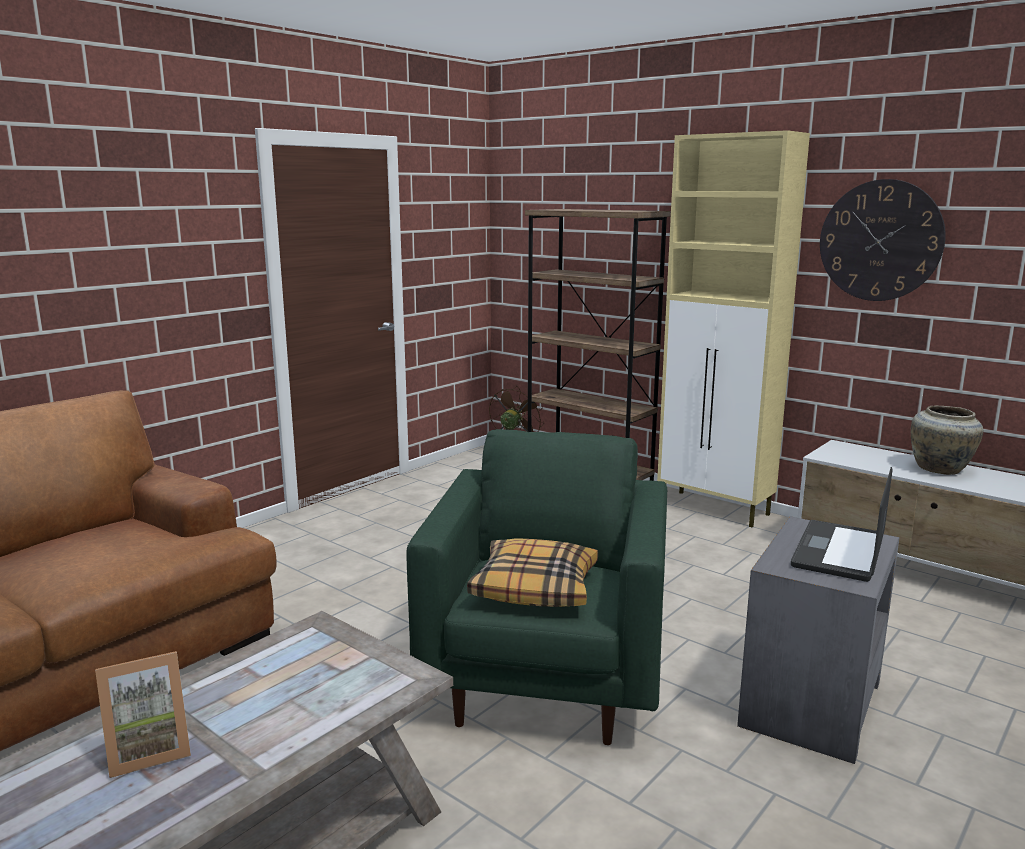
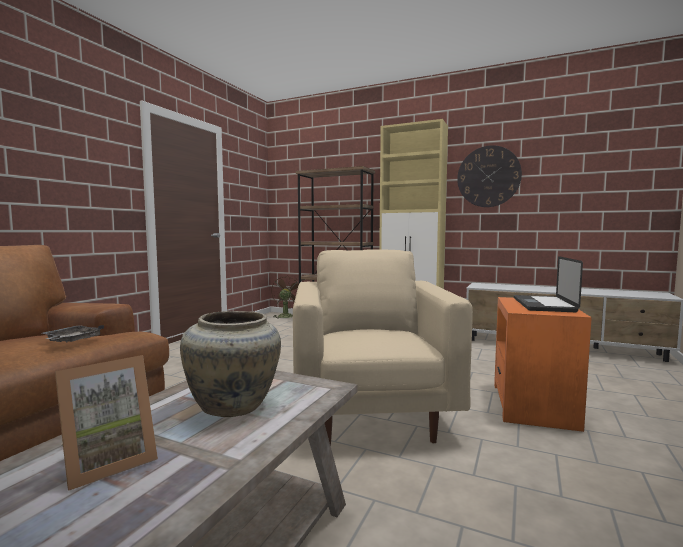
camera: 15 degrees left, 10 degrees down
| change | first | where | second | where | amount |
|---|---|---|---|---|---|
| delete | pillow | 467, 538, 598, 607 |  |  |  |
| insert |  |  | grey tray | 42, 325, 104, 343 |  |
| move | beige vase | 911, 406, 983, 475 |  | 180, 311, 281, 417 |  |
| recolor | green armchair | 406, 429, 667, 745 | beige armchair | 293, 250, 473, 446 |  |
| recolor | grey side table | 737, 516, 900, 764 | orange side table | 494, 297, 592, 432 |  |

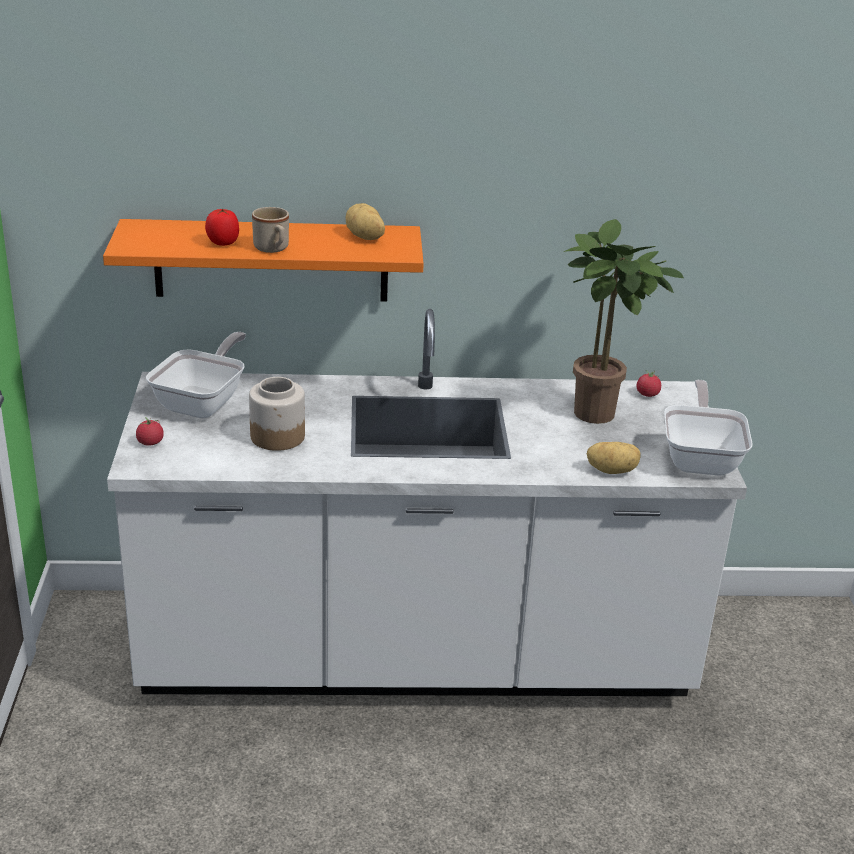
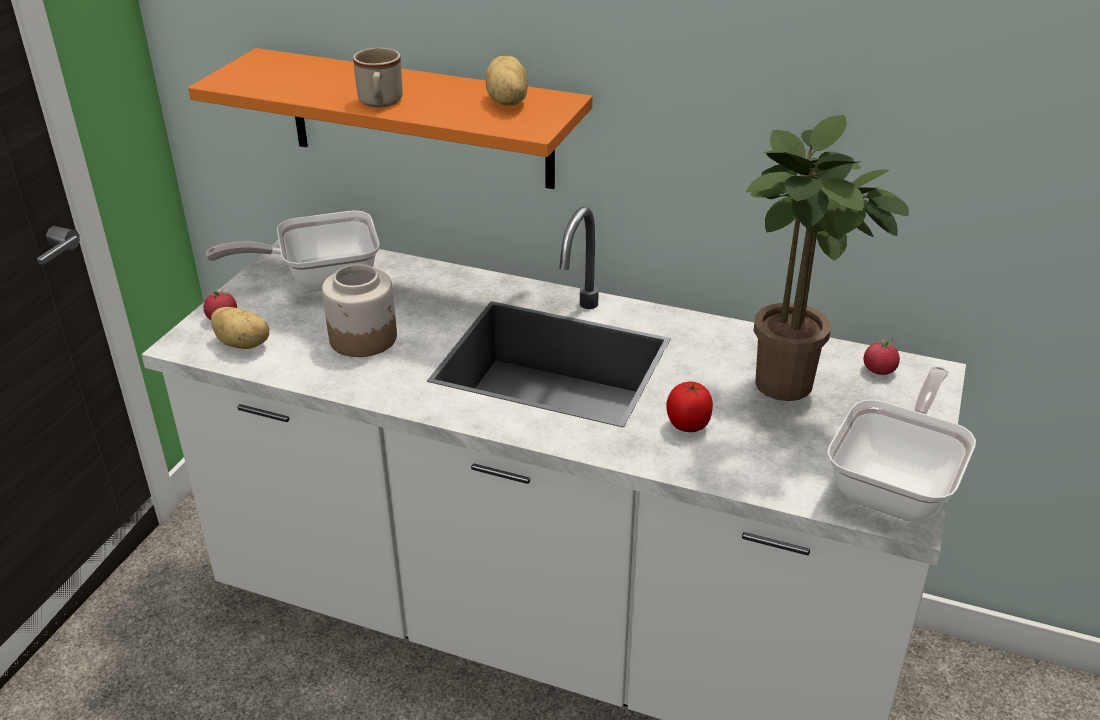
camera: 25 degrees right, 5 degrees up
| change | first | where | second | where | amount |
|---|---|---|---|---|---|
| move | tomato | 205, 209, 239, 246 |  | 666, 381, 713, 432 |  |
| move | potato | 587, 442, 640, 474 |  | 211, 307, 269, 349 |  |
| rotate | frying pan | 146, 332, 246, 418 |  | 206, 210, 380, 292 | 150 degrees counterclockwise |

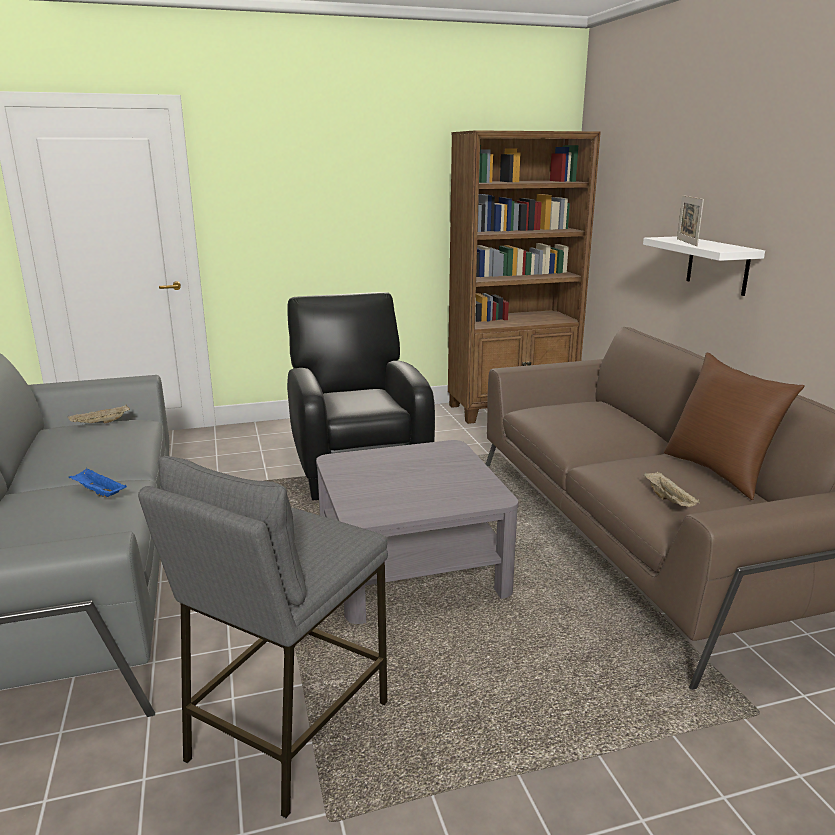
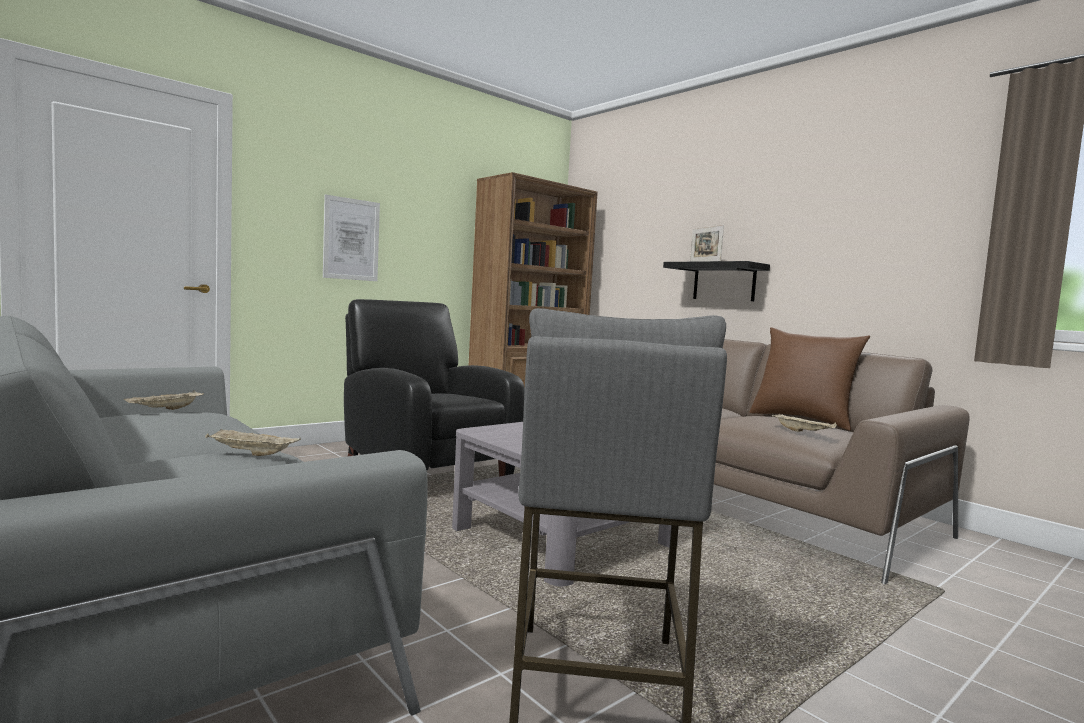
camera: 25 degrees left, 15 degrees down
| change | first | where | second | where | amount |
|---|---|---|---|---|---|
| insert |  |  | picture | 323, 194, 380, 281 |  |
| recolor | blue tray | 69, 468, 127, 497 | beige tray | 205, 428, 301, 456 |  |
| recolor | white shelf | 643, 236, 765, 296 | black shelf | 663, 261, 770, 301 |  |

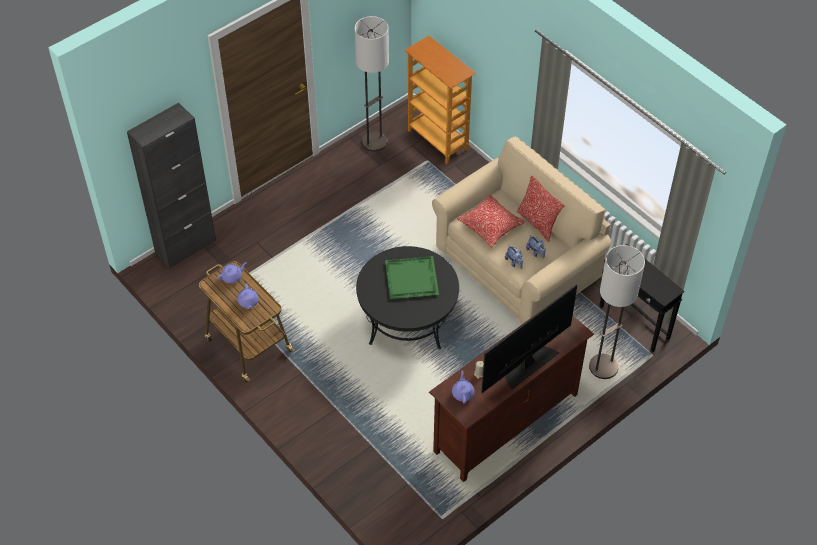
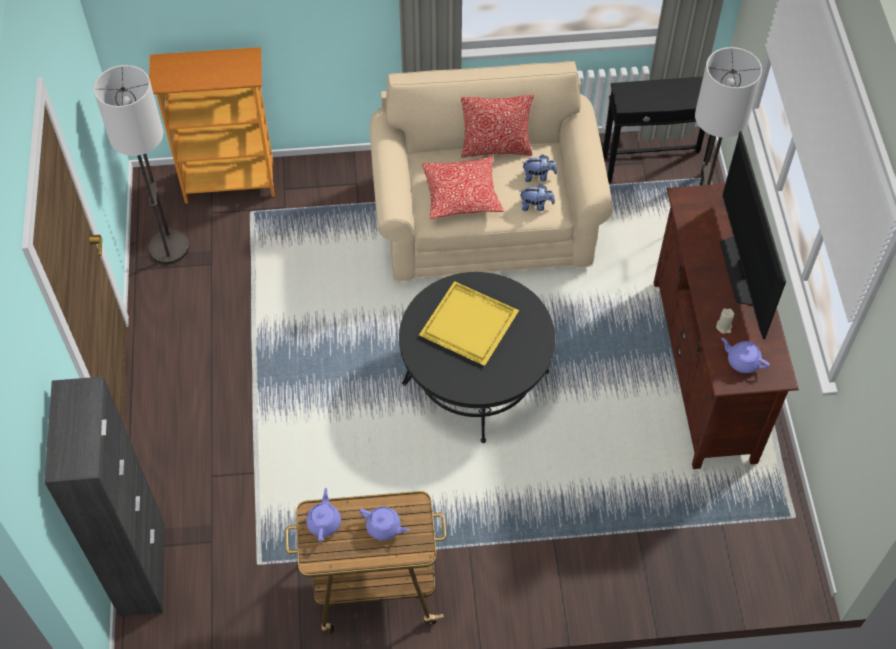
camera: 55 degrees left, 5 degrees up
| change | first | where | second | where | amount |
|---|---|---|---|---|---|
| recolor | green tray | 385, 256, 439, 299 | yellow tray | 419, 281, 519, 366 |  |

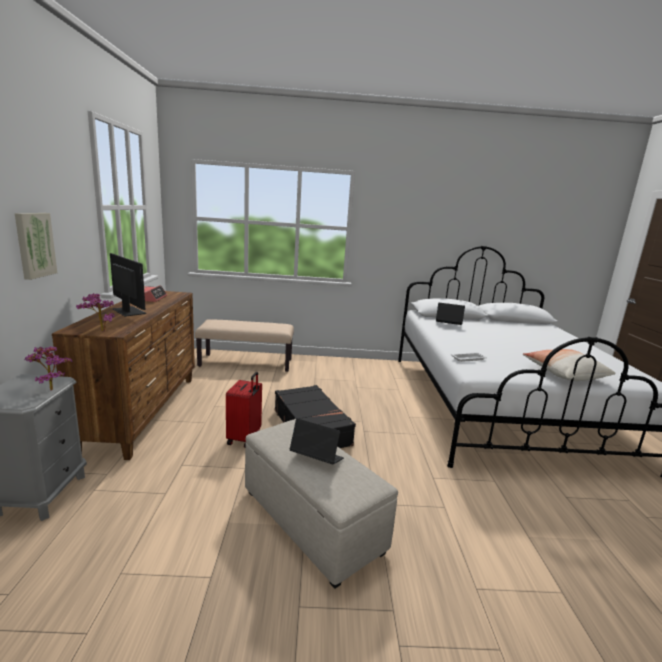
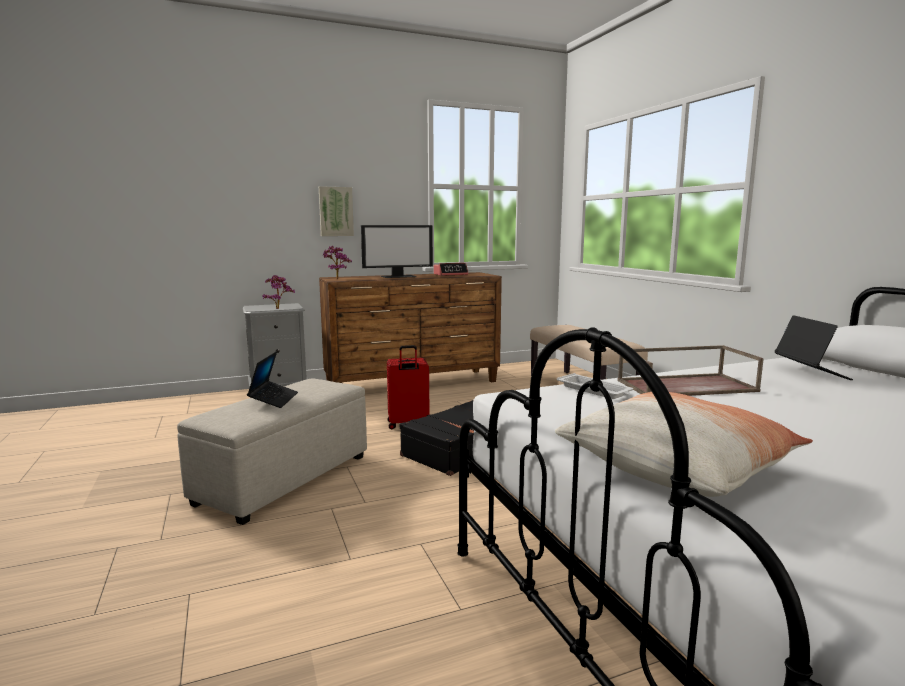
camera: 70 degrees right, 5 degrees down
| change | first | where | second | where | amount |
|---|---|---|---|---|---|
| insert |  |  | brown tray | 617, 345, 764, 396 |  |
| rotate | monitor | 110, 253, 146, 317 |  | 361, 225, 433, 278 | 45 degrees clockwise |

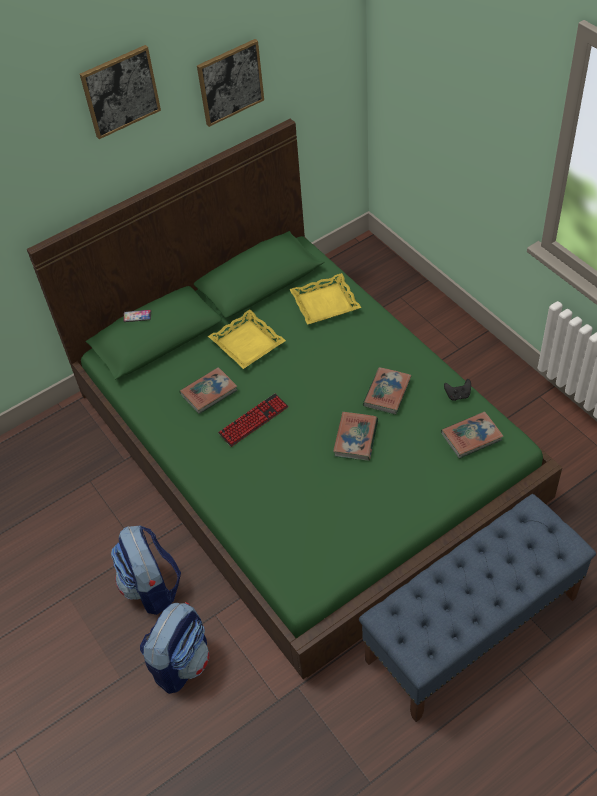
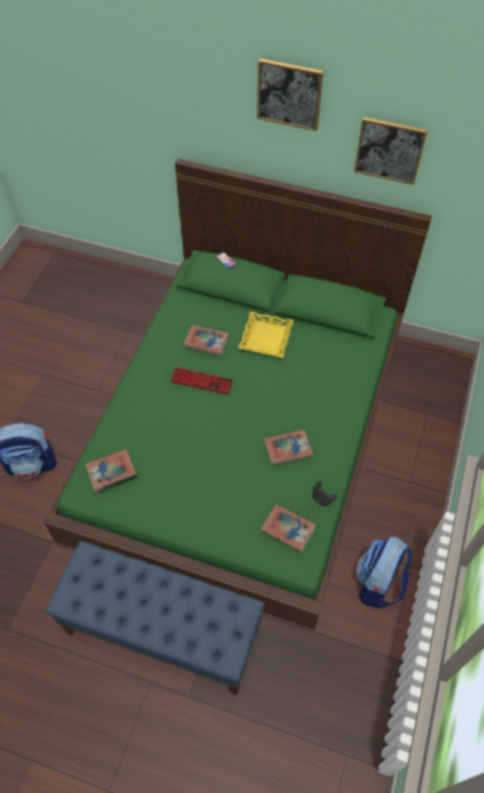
camera: 50 degrees right, 5 degrees up
| change | first | where | second | where | amount |
|---|---|---|---|---|---|
| delete | yellow tray | 289, 273, 361, 325 |  |  |  |
| move | backpack | 111, 526, 181, 615 |  | 356, 536, 412, 608 |  |
| move | book | 333, 412, 378, 461 |  | 85, 449, 137, 493 |  |

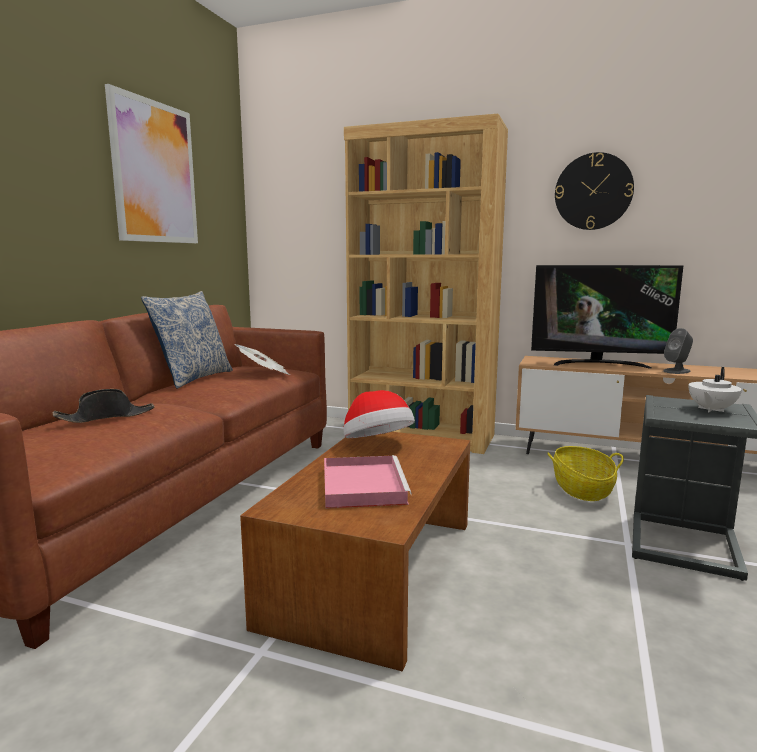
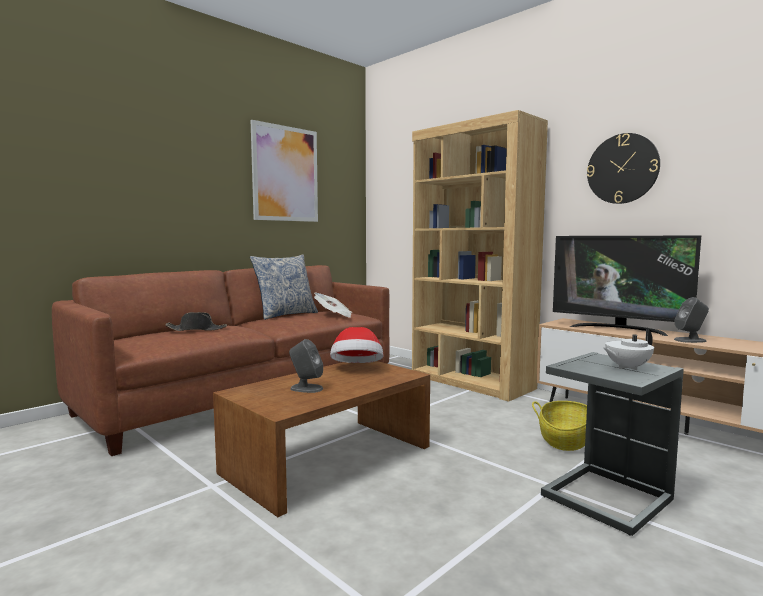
camera: 25 degrees right, 5 degrees down
| change | first | where | second | where | amount |
|---|---|---|---|---|---|
| replace | pink tray | 324, 455, 412, 509 | grey speaker | 289, 339, 323, 393 |  |

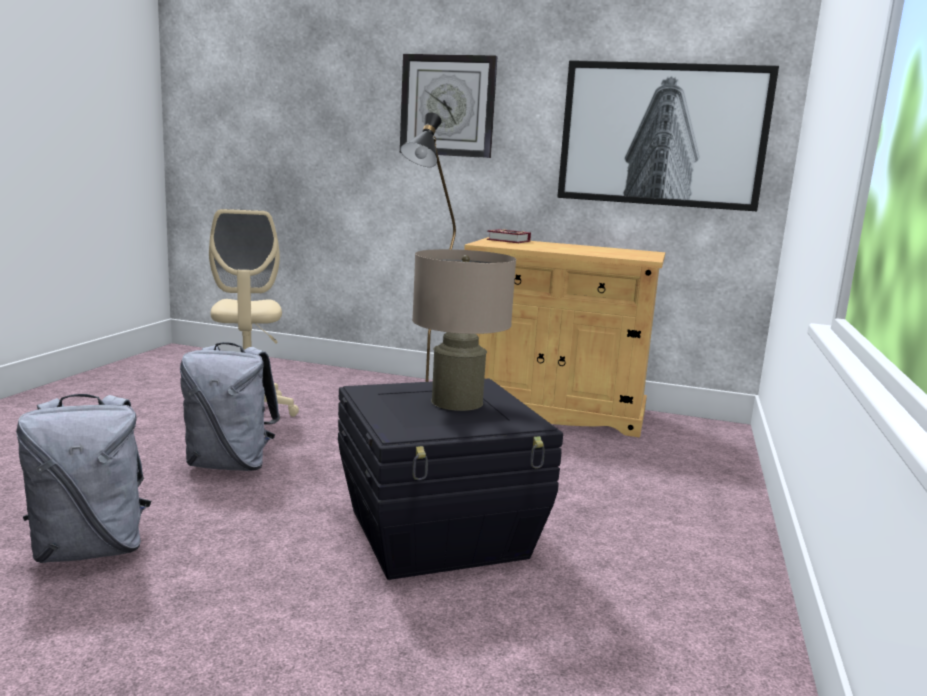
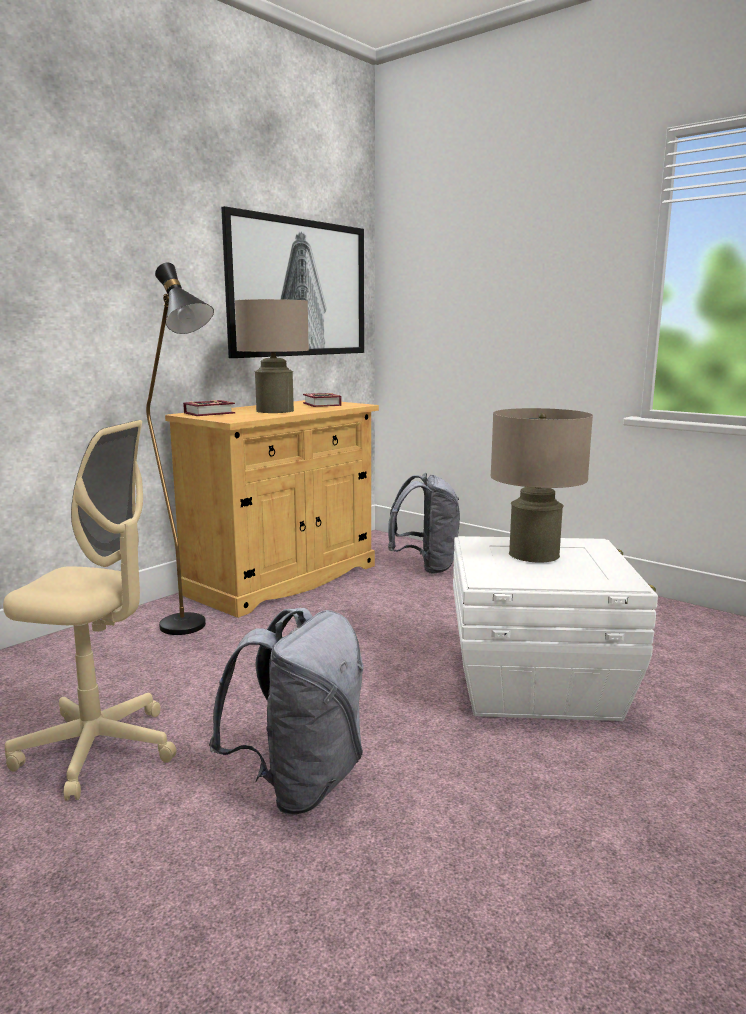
camera: 65 degrees left, 0 degrees up
| change | first | where | second | where | amount |
|---|---|---|---|---|---|
| delete | wall clock | 400, 54, 497, 158 |  |  |  |
| insert |  |  | beige table lamp | 235, 299, 309, 413 |  |
| insert |  |  | book | 303, 393, 341, 407 |  |
| move | grey backpack | 16, 394, 151, 563 |  | 388, 473, 460, 574 |  |
| recolor | black storage box | 338, 379, 563, 580 | white storage box | 453, 536, 658, 721 |  |

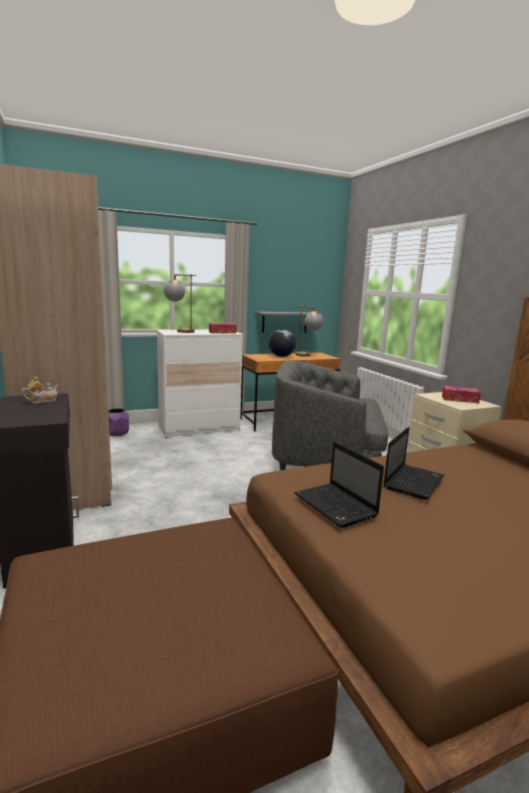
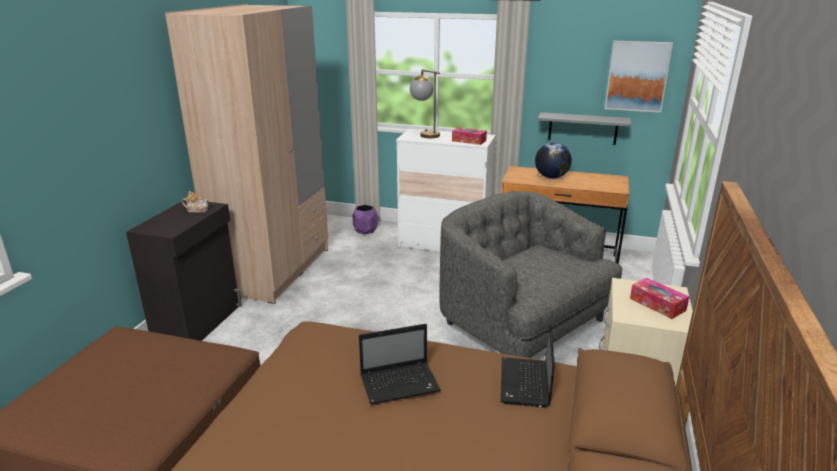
camera: 40 degrees right, 10 degrees up
| change | first | where | second | where | amount |
|---|---|---|---|---|---|
| delete | table lamp | 296, 305, 323, 357 |  |  |  |
| insert |  |  | picture | 605, 41, 673, 113 |  |
| move | laptop | 294, 442, 384, 528 |  | 500, 324, 555, 408 |  |

